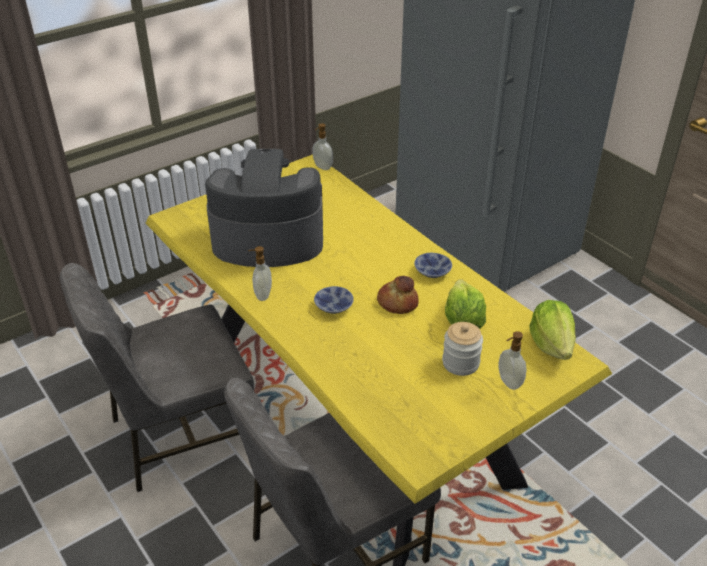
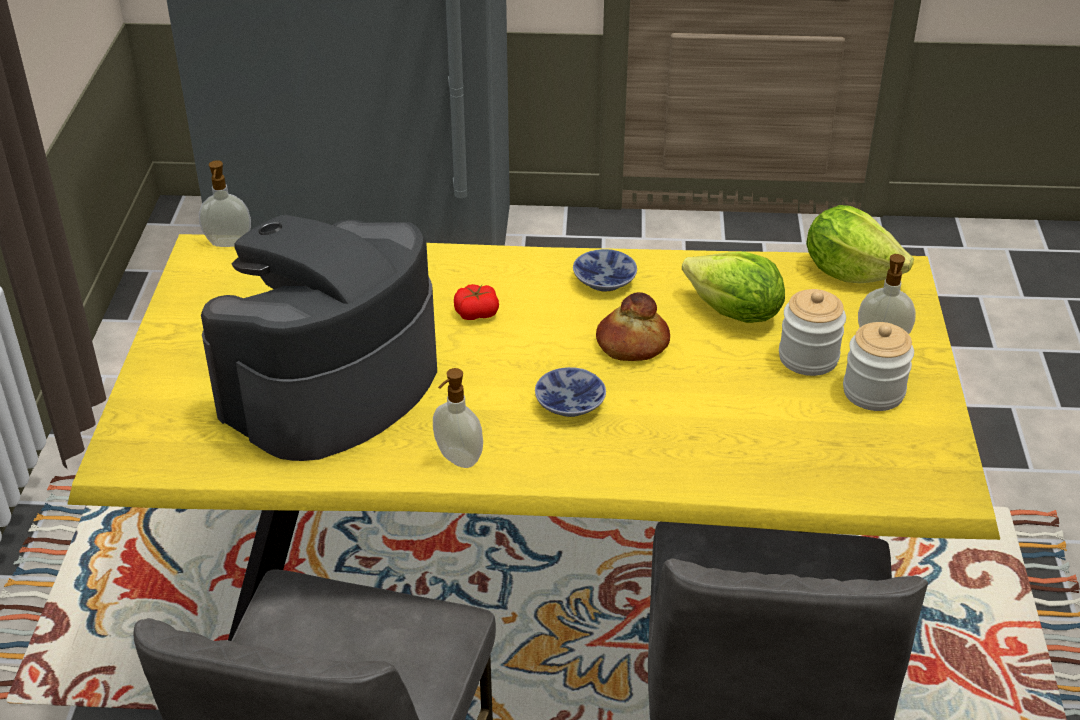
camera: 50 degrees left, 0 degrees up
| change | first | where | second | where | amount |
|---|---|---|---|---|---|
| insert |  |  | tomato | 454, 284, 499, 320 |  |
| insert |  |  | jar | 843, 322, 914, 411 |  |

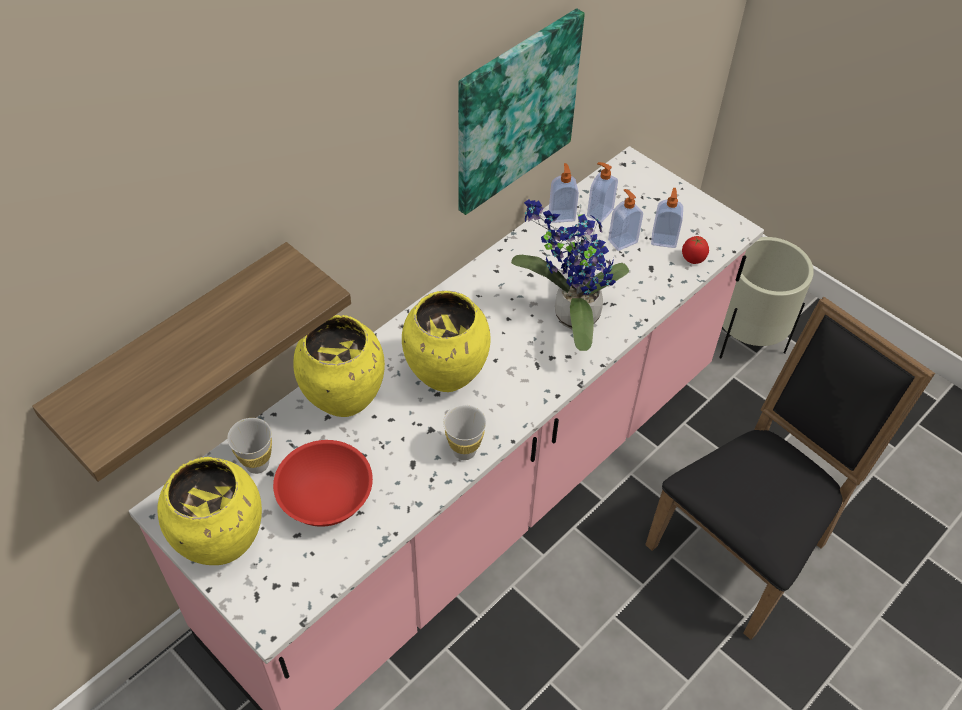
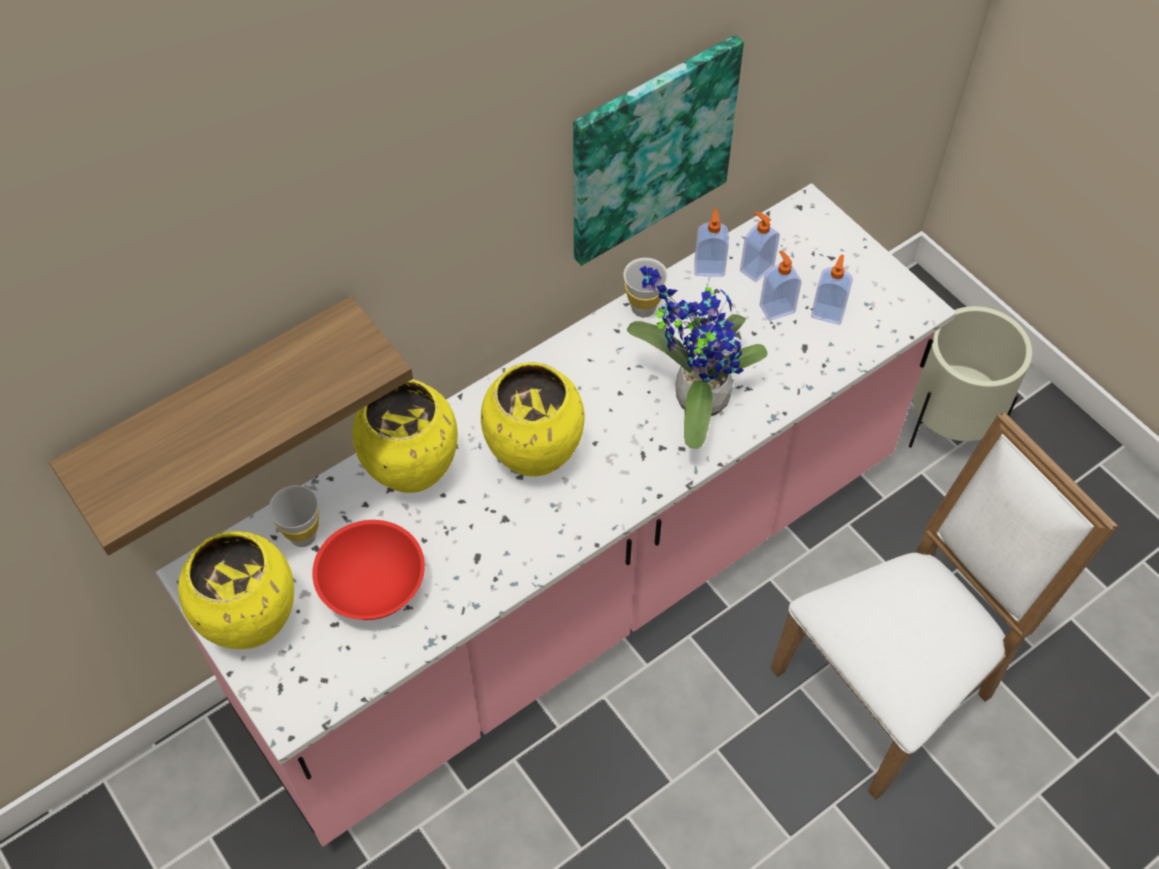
camera: 10 degrees right, 5 degrees up
| change | first | where | second | where | amount |
|---|---|---|---|---|---|
| delete | tomato | 682, 236, 709, 264 |  |  |  |
| move | white cup | 443, 405, 486, 460 |  | 624, 258, 668, 317 |  |
| recolor | black chair | 645, 296, 935, 640 | white chair | 771, 411, 1118, 800 |  |

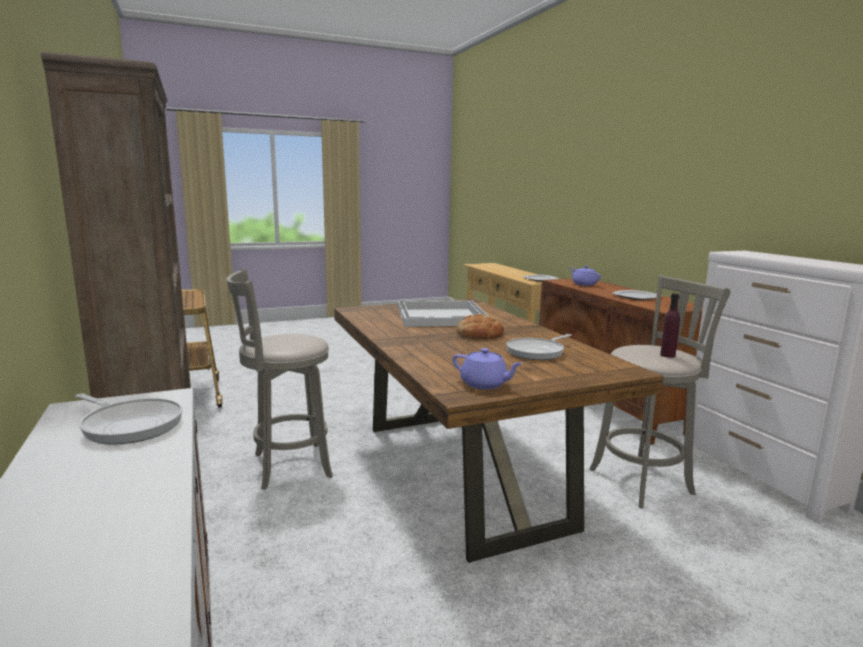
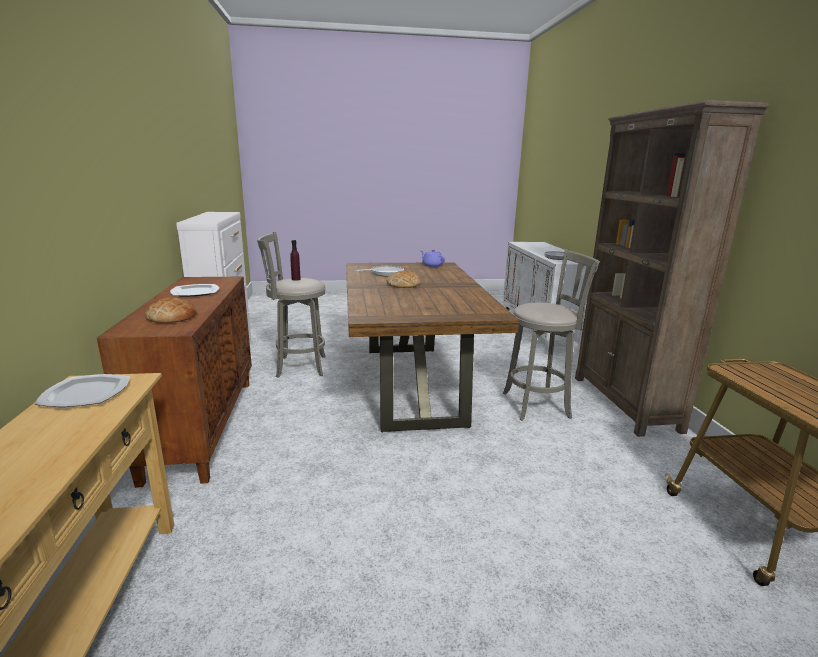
camera: 165 degrees left, 5 degrees up
| change | first | where | second | where | amount |
|---|---|---|---|---|---|
| delete | white tray | 398, 300, 488, 327 |  |  |  |
| replace | purple teapot | 570, 265, 601, 286 | bread | 145, 298, 197, 323 |  |

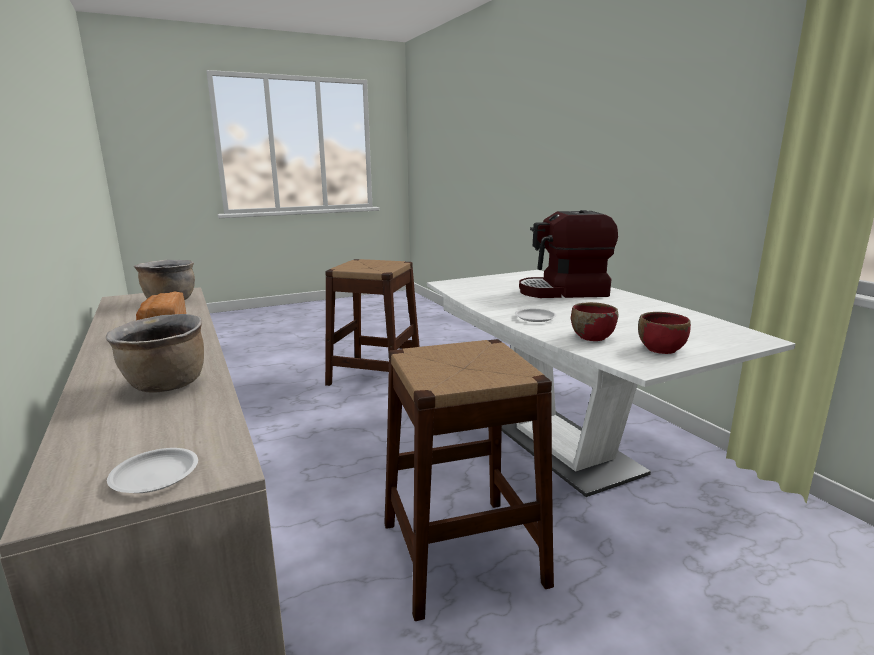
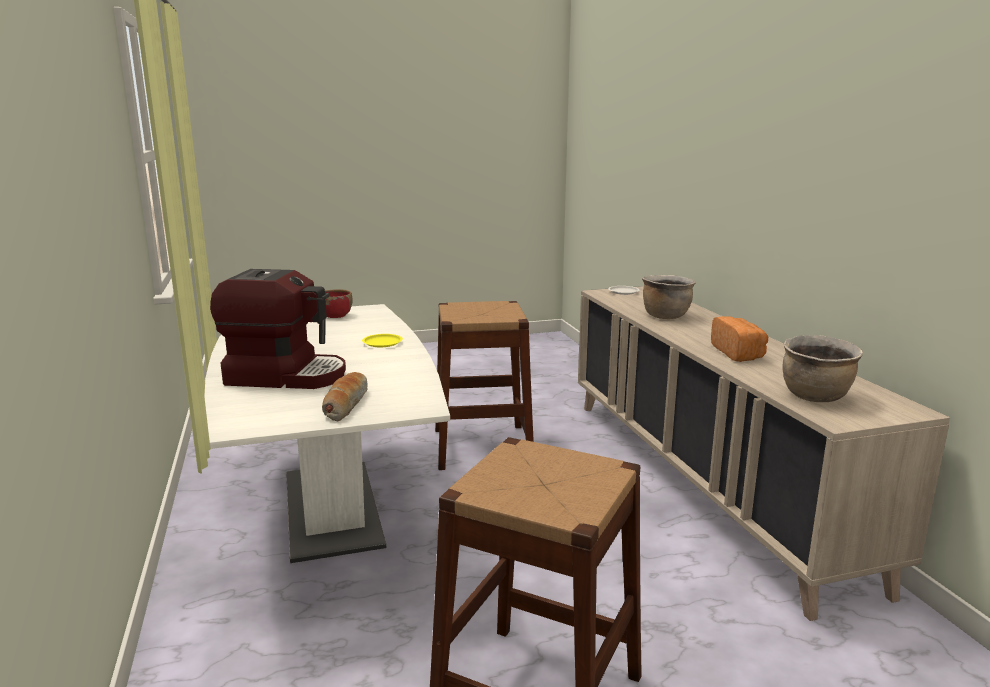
camera: 170 degrees left, 0 degrees up
| change | first | where | second | where | amount |
|---|---|---|---|---|---|
| delete | red bowl | 571, 302, 618, 341 |  |  |  |
| insert |  |  | bread | 322, 372, 368, 422 |  |
| recolor | white plate | 515, 309, 557, 322 | yellow plate | 362, 334, 403, 347 |  |

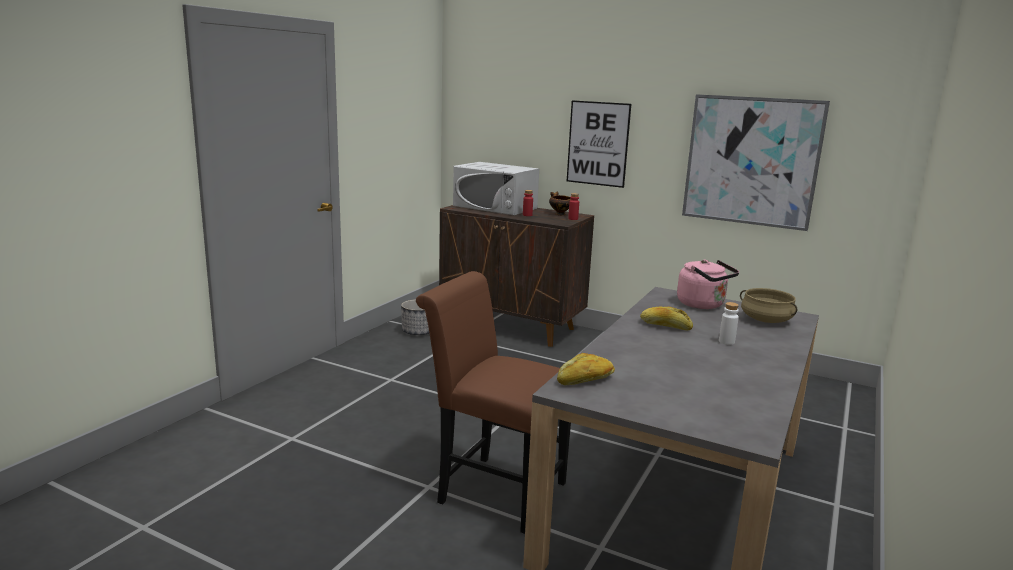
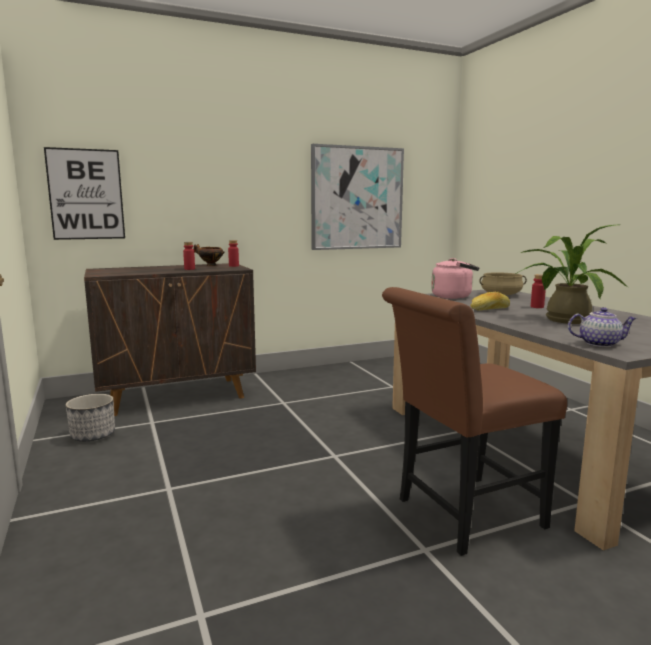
camera: 50 degrees left, 5 degrees down
| change | first | where | second | where | amount |
|---|---|---|---|---|---|
| delete | white microwave | 453, 162, 539, 215 |  |  |  |
| insert |  |  | potted plant | 515, 225, 629, 324 |  |
| move | picture | 567, 100, 631, 188 |  | 44, 147, 125, 240 |  |
| replace | bread | 557, 353, 615, 385 | teapot | 568, 307, 637, 347 |  |
| recolor | white bottle | 719, 302, 739, 345 | red bottle | 531, 274, 546, 308 |  |

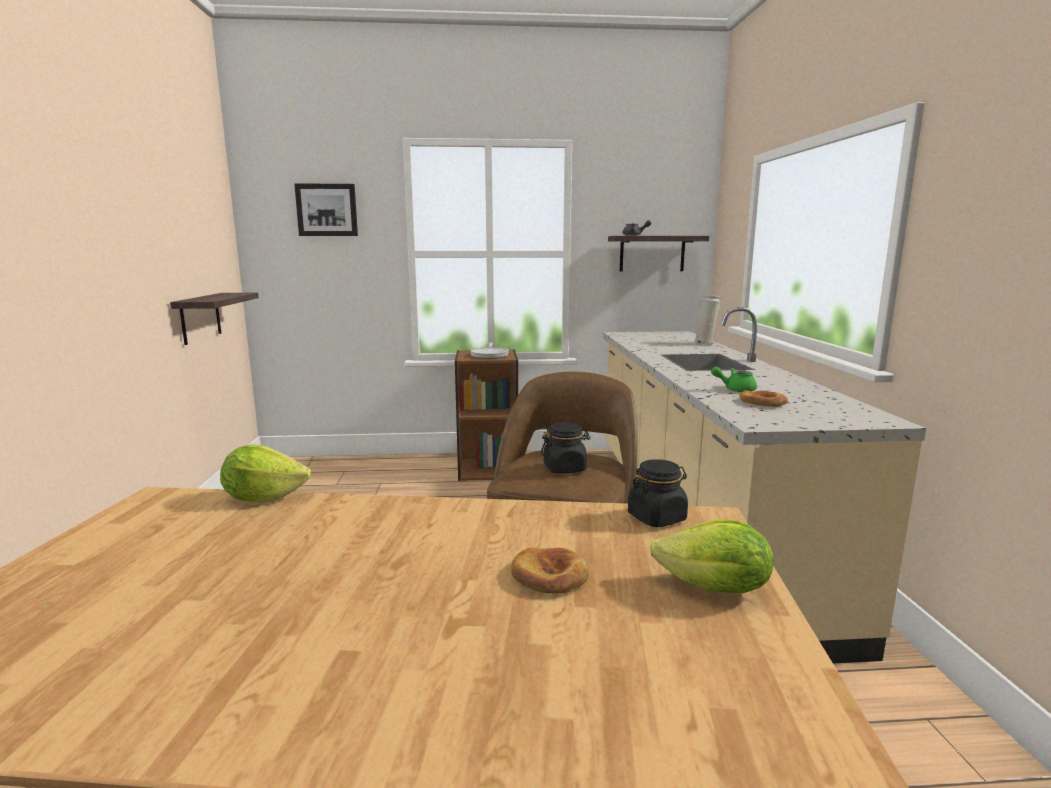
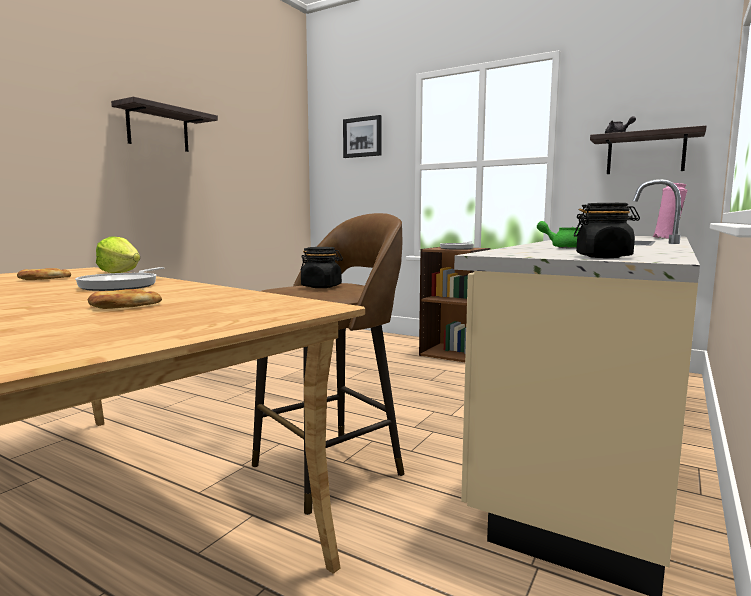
camera: 35 degrees right, 5 degrees down
| change | first | where | second | where | amount |
|---|---|---|---|---|---|
| delete | lettuce | 650, 520, 773, 593 |  |  |  |
| insert |  |  | frying pan | 75, 267, 164, 291 |  |
| move | shelf | 170, 293, 259, 345 |  | 111, 97, 218, 152 |  |
| move | black jar | 628, 459, 688, 527 |  | 574, 203, 640, 258 |  |
| move | bread | 739, 390, 788, 407 |  | 17, 268, 71, 280 |  |
| recolor | white vase | 694, 295, 721, 345 | pink vase | 653, 183, 687, 239 |  |

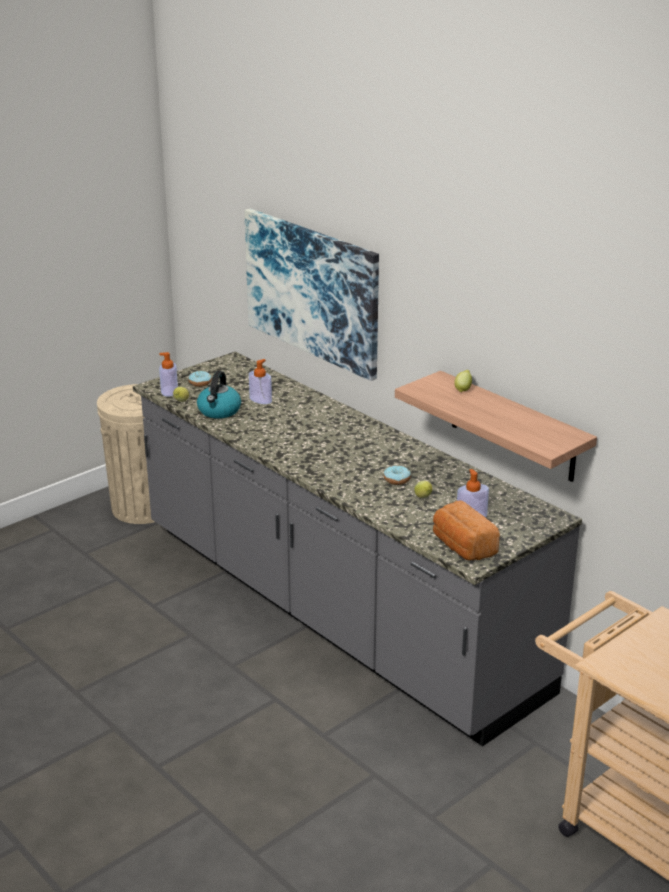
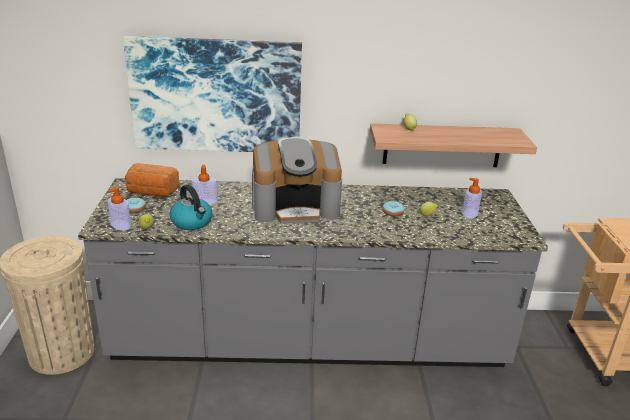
camera: 50 degrees left, 0 degrees up
| change | first | where | second | where | amount |
|---|---|---|---|---|---|
| insert |  |  | coffee machine | 252, 137, 342, 224 |  |
| move | bread | 433, 500, 500, 560 |  | 125, 163, 180, 197 |  |

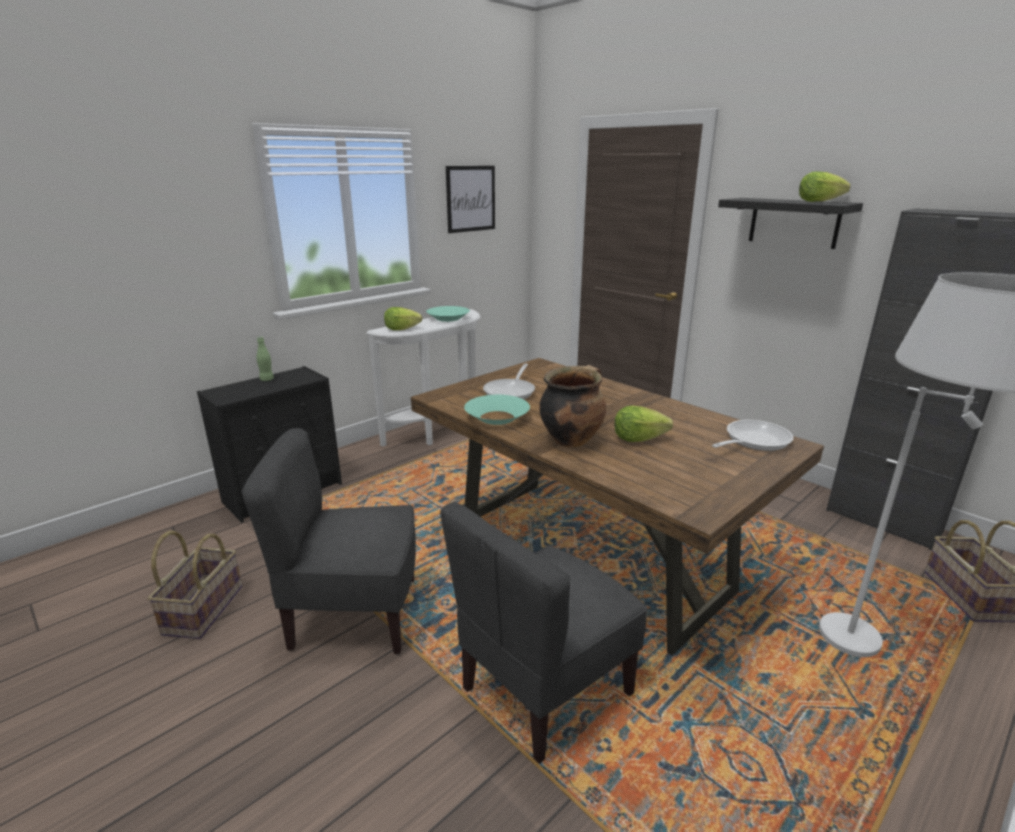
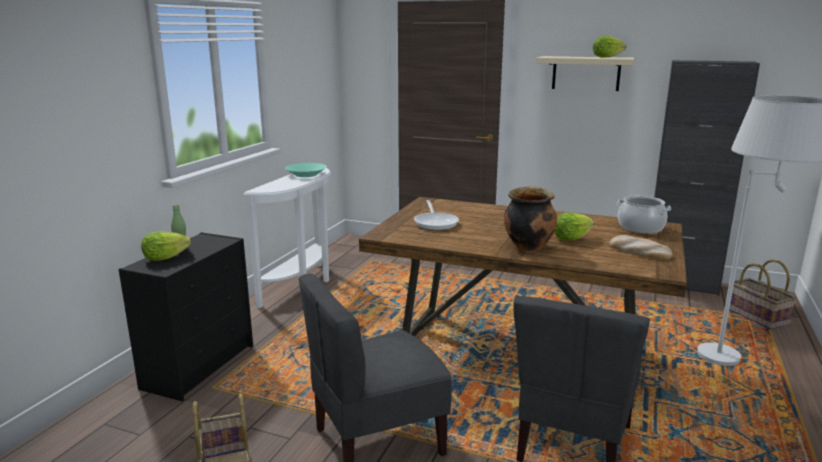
camera: 25 degrees left, 5 degrees down
| change | first | where | second | where | amount |
|---|---|---|---|---|---|
| delete | picture | 446, 166, 495, 233 |  |  |  |
| delete | turquoise bowl | 464, 395, 530, 425 |  |  |  |
| insert |  |  | bread | 609, 235, 673, 260 |  |
| move | lettuce | 384, 307, 422, 330 |  | 141, 232, 191, 261 |  |
| replace | frying pan | 712, 420, 794, 451 | cooking pot | 617, 196, 671, 233 |  |
| recolor | black shelf | 718, 198, 863, 249 | beige shelf | 536, 56, 635, 91 |  |

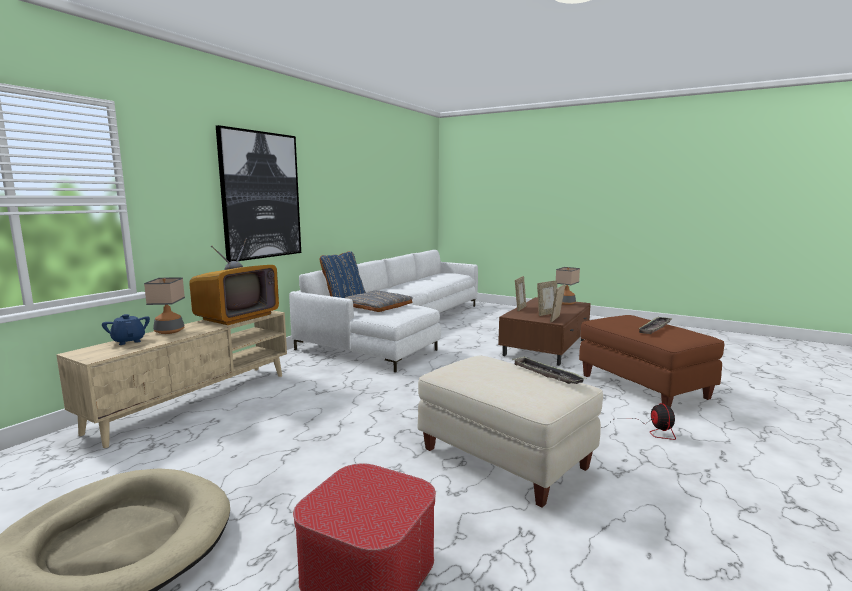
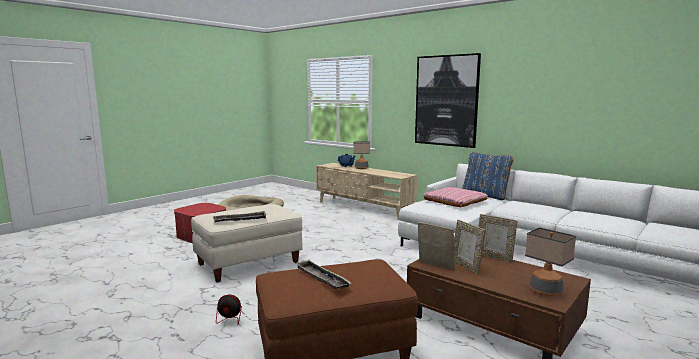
camera: 100 degrees right, 0 degrees up
| change | first | where | second | where | amount |
|---|---|---|---|---|---|
| delete | television | 189, 238, 279, 325 |  |  |  |
| recolor | grey pillow | 345, 291, 413, 312 | pink pillow | 423, 187, 488, 207 |  |

